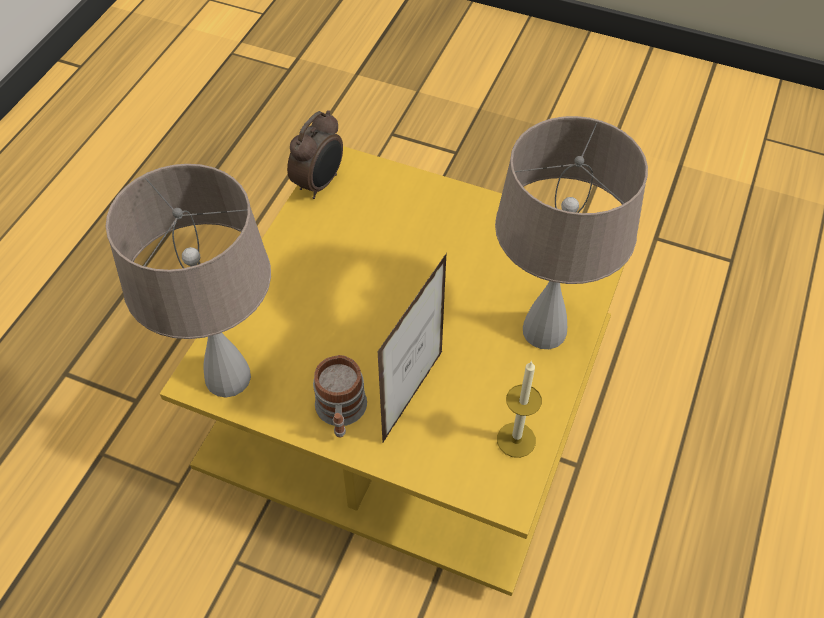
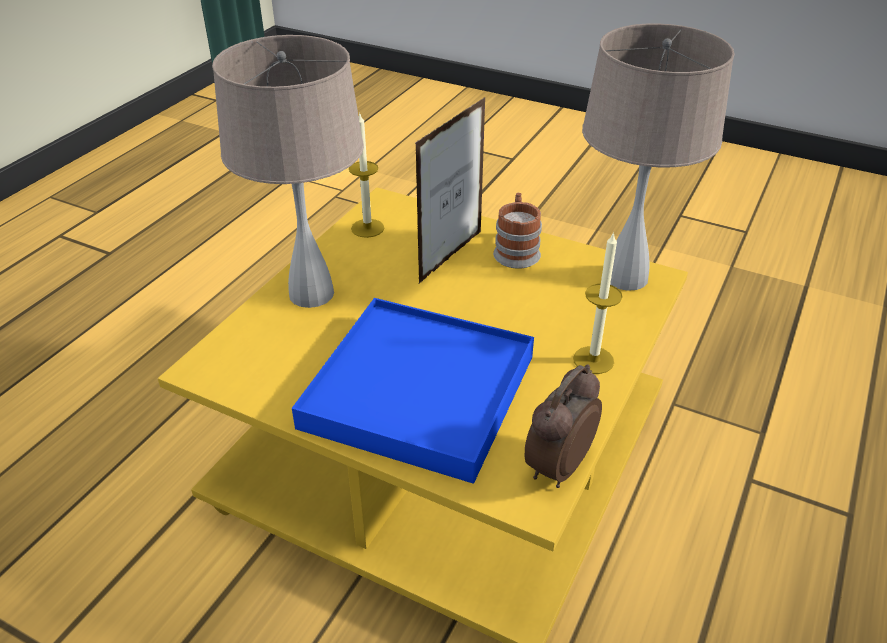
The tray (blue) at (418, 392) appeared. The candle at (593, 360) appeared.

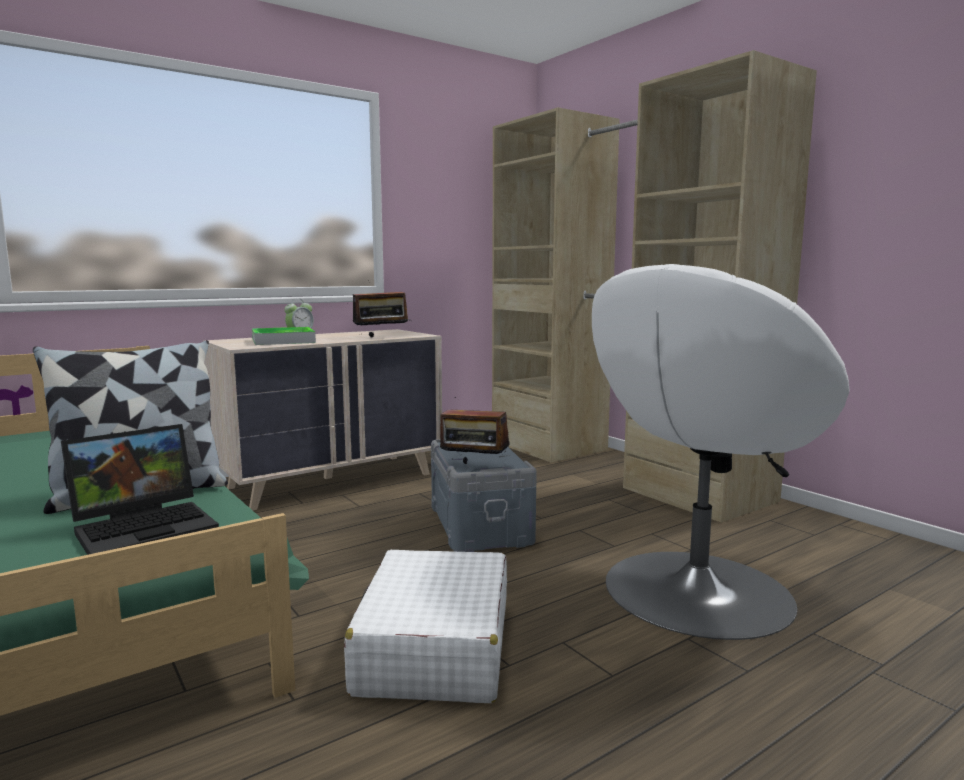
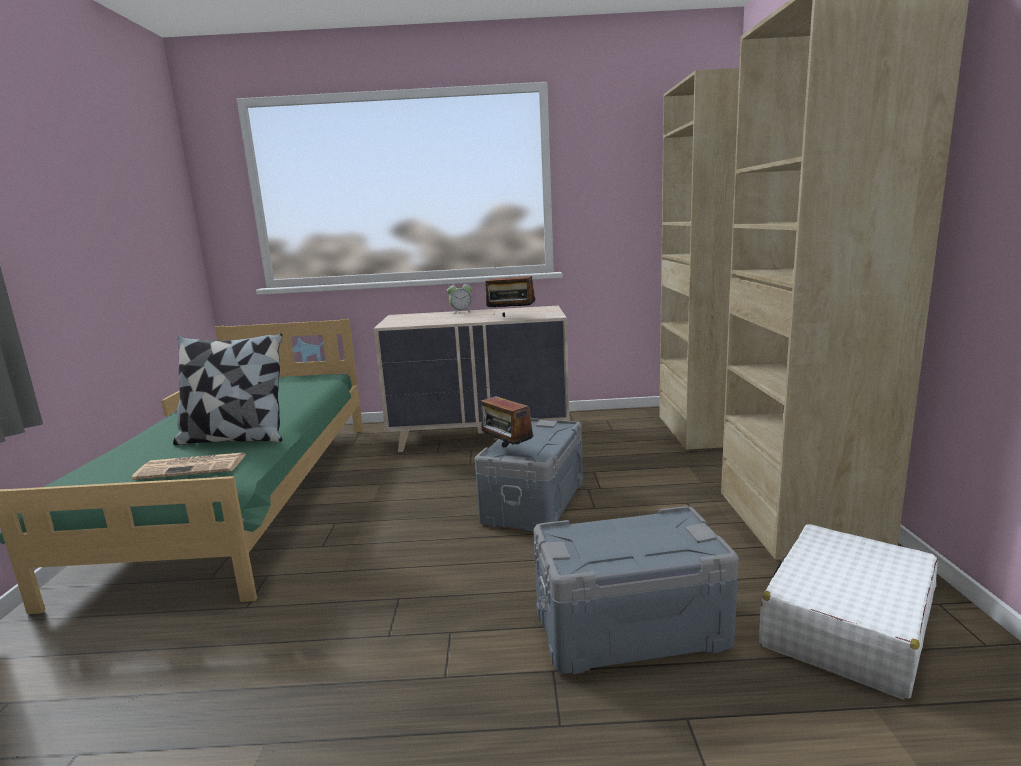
The tray at (283, 341) disappeared. The suitcase (white) moved from (434, 647) to (846, 626). The laptop at (147, 527) was replaced by the newspaper at (193, 467). The armchair (white) at (694, 591) was replaced by the storage box (grey) at (629, 626).

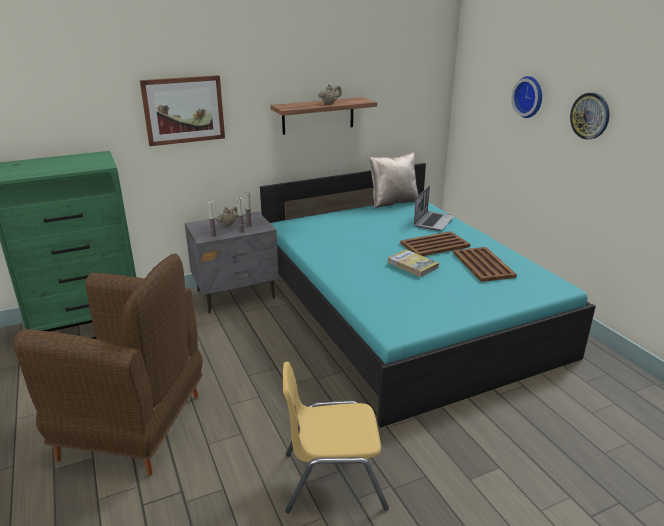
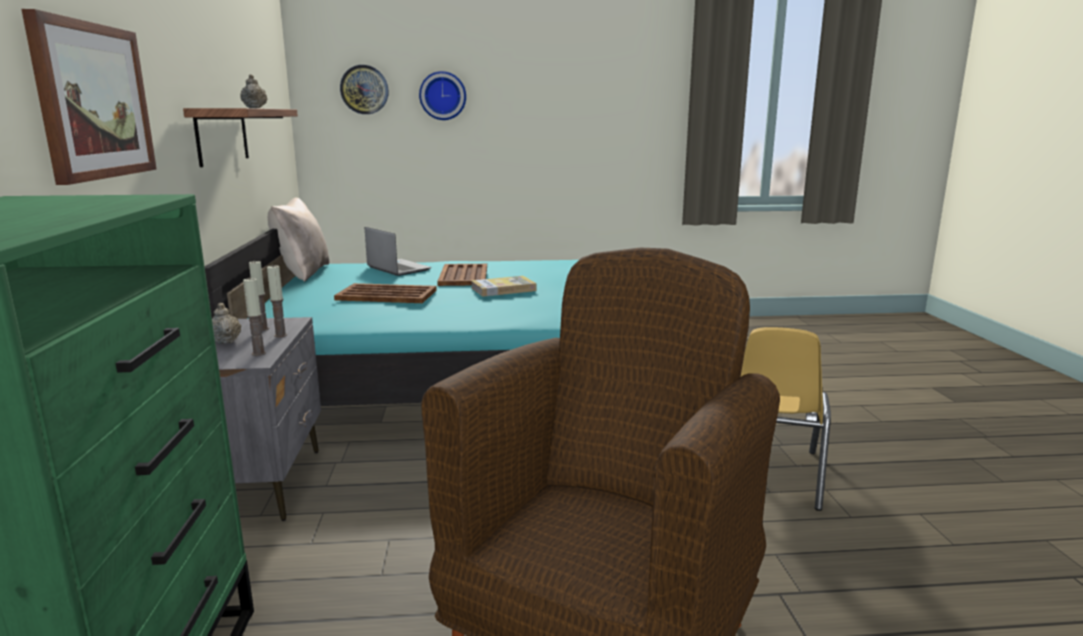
The tray (brown) moved from (483, 264) to (386, 295). The wall clock moved from (590, 116) to (364, 89).

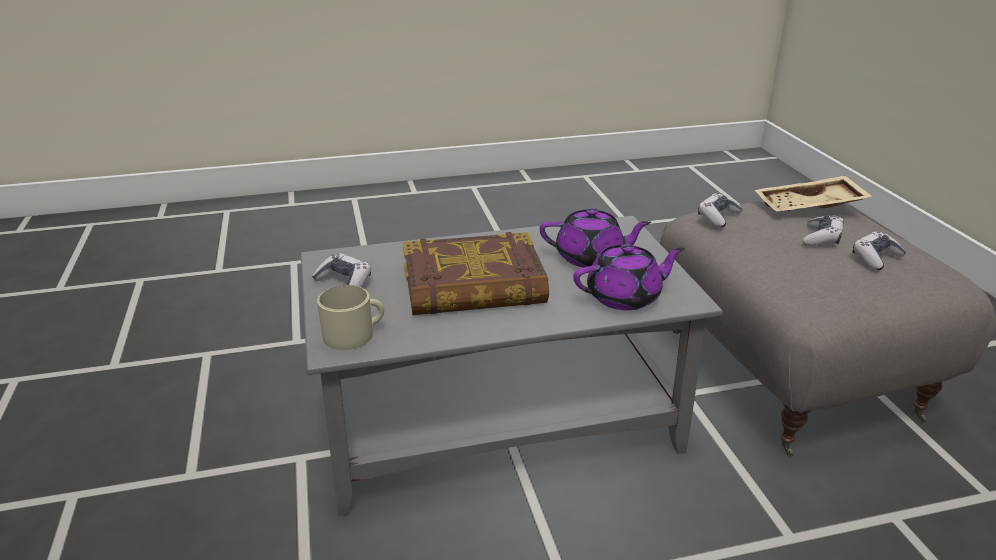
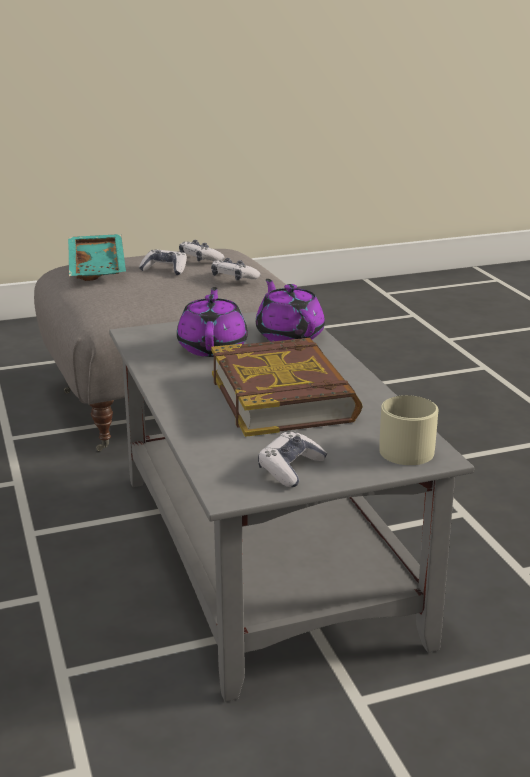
The game controller moved from (718, 217) to (234, 278). The tray (beige) at (809, 207) became the tray (turquoise) at (99, 267).

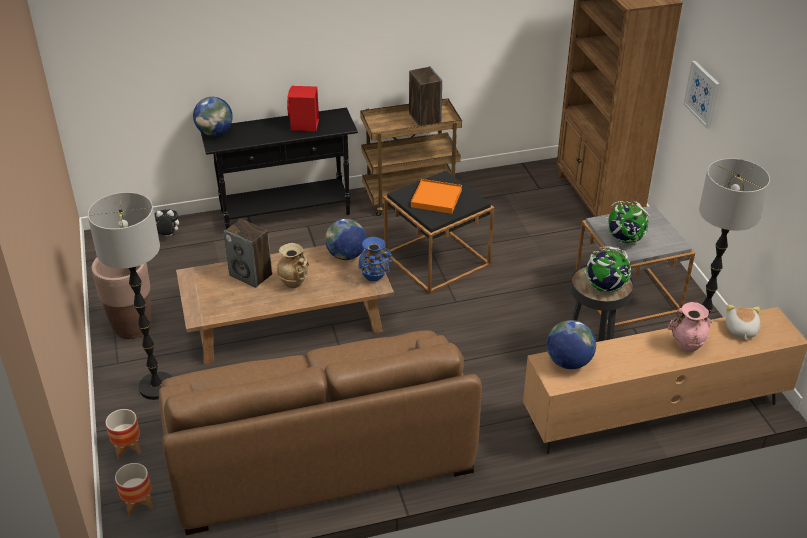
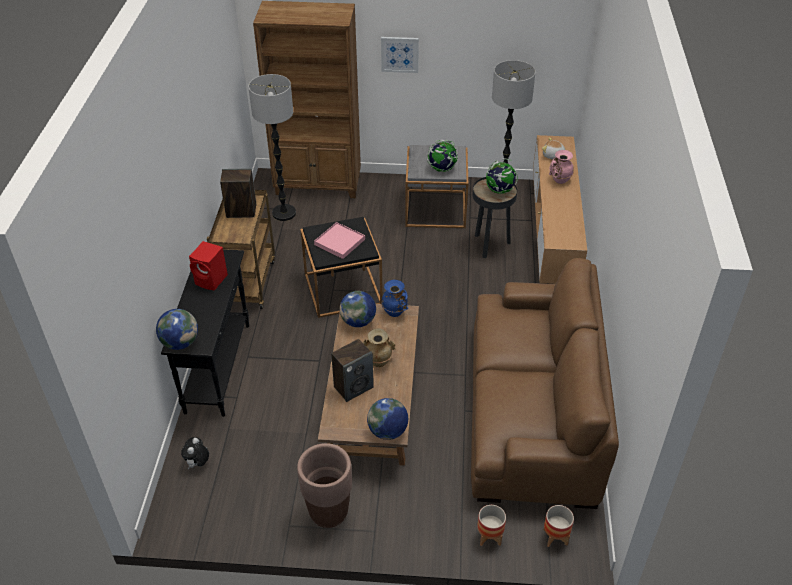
The floor lamp moved from (156, 387) to (284, 213). The globe moved from (568, 362) to (387, 431). The tray (orange) at (436, 198) became the tray (pink) at (339, 242).

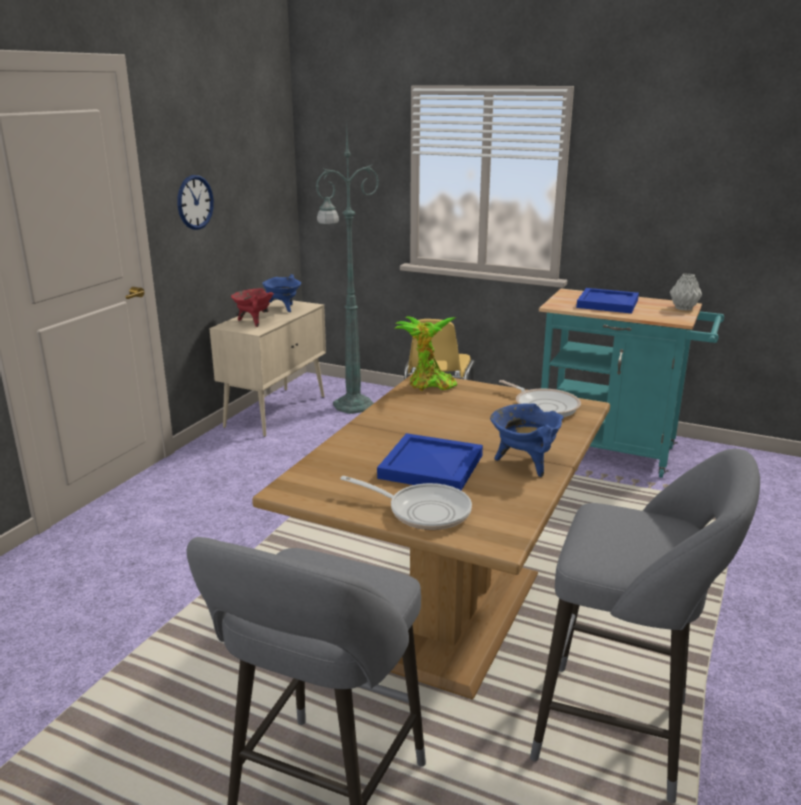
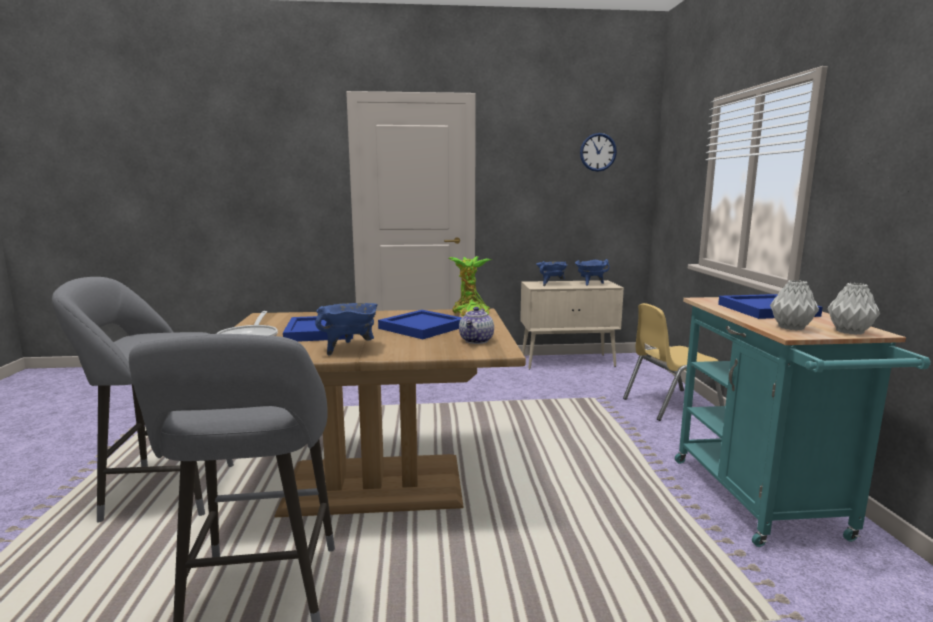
The floor lamp (green) at (351, 406) disappeared. The tray (blue) at (423, 327) appeared. The vase (grey) at (791, 328) appeared. The wall clock moved from (195, 202) to (598, 152). The frying pan at (544, 406) was replaced by the teapot at (477, 341). The cooking pot (red) at (253, 322) became the cooking pot (blue) at (551, 284).

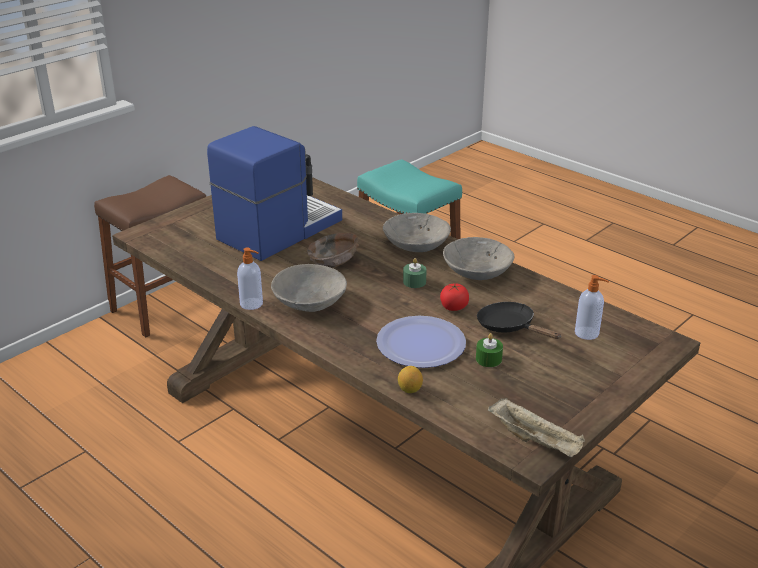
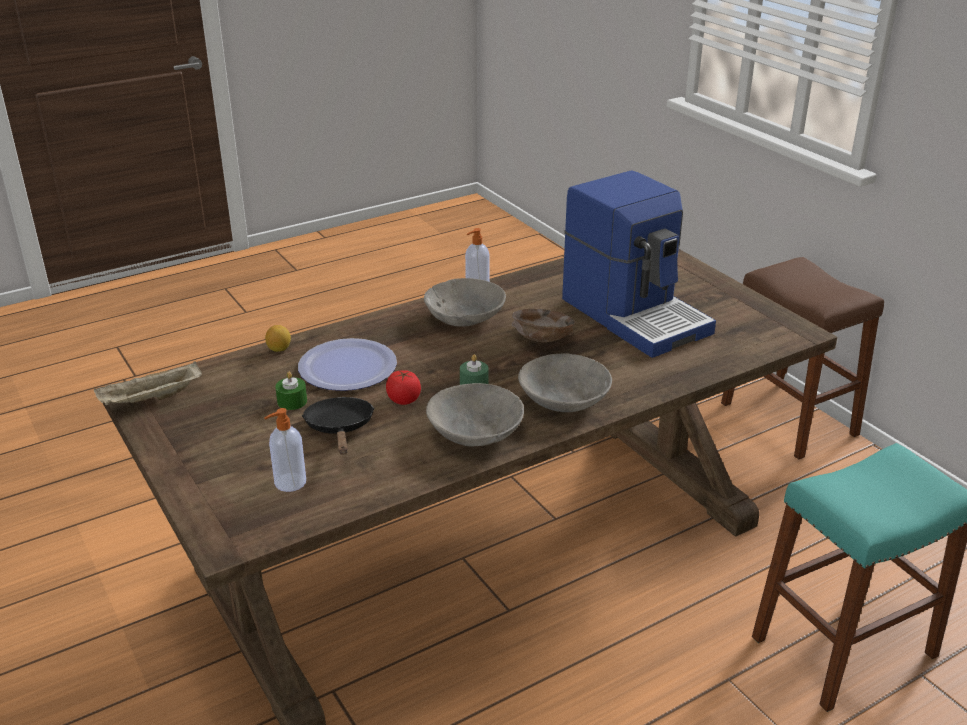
The frying pan (black) at (510, 327) turned 75 degrees counterclockwise.

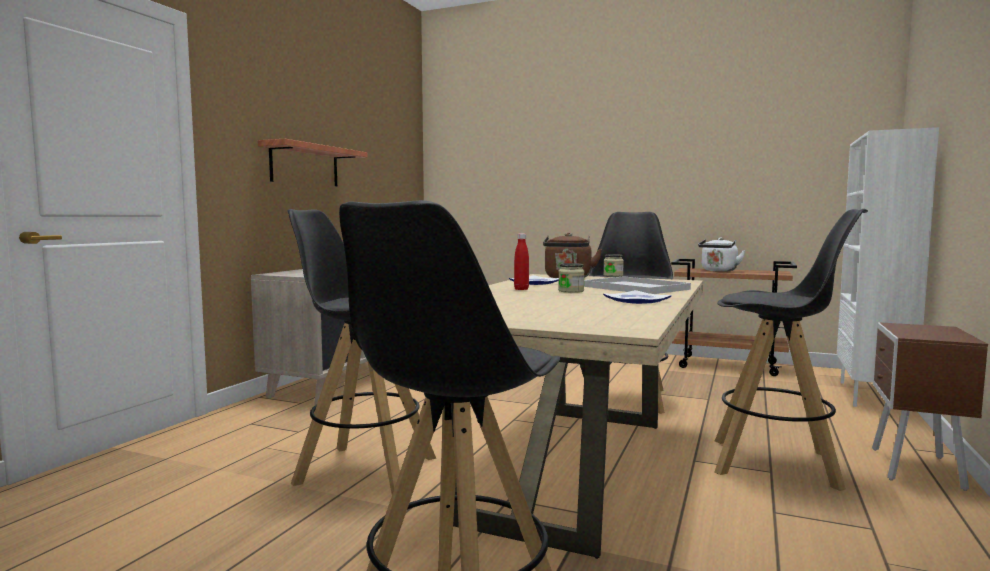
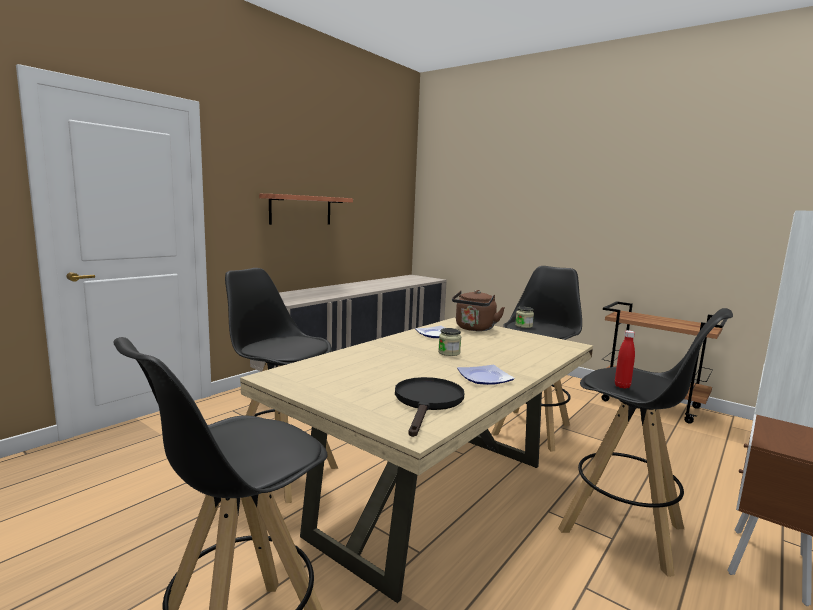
The tray (white) at (633, 287) disappeared. The kettle (white) at (718, 271) disappeared. The frying pan (black) at (427, 402) appeared. The bottle (red) moved from (521, 289) to (622, 386).

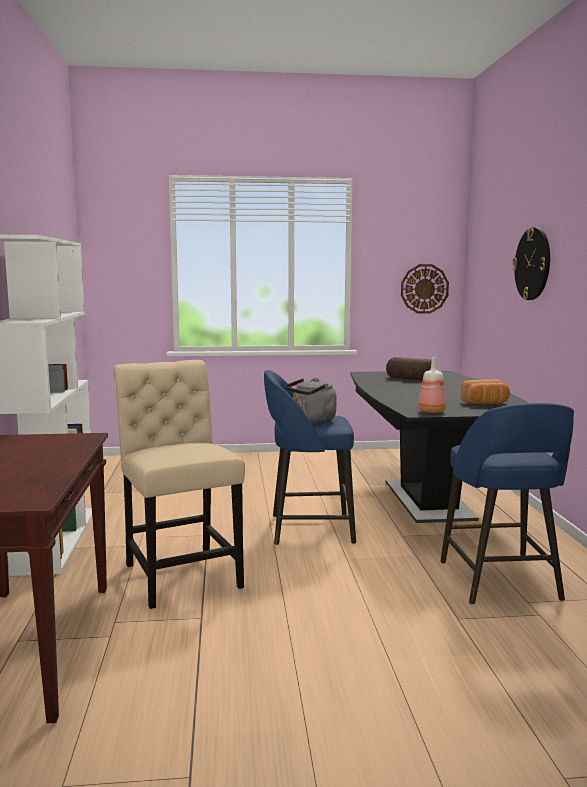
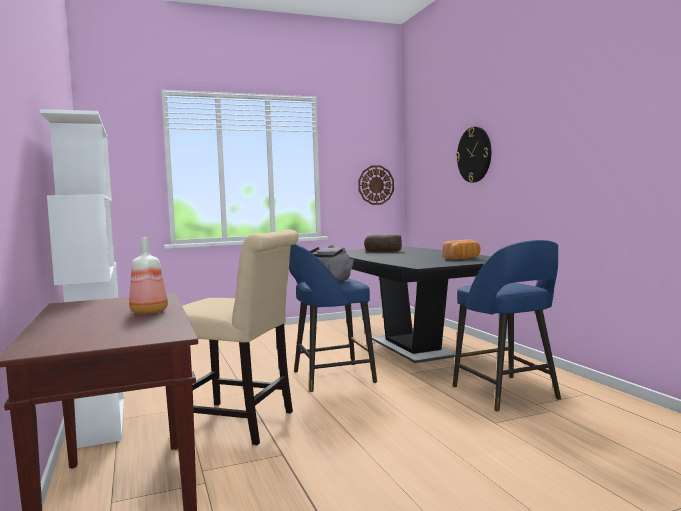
The bottle moved from (431, 411) to (148, 312). The chair (beige) at (180, 573) turned 150 degrees clockwise.

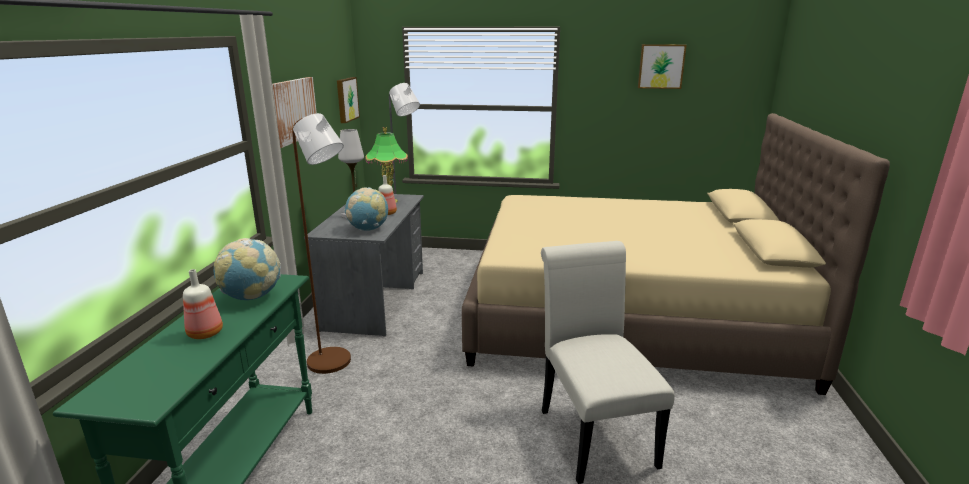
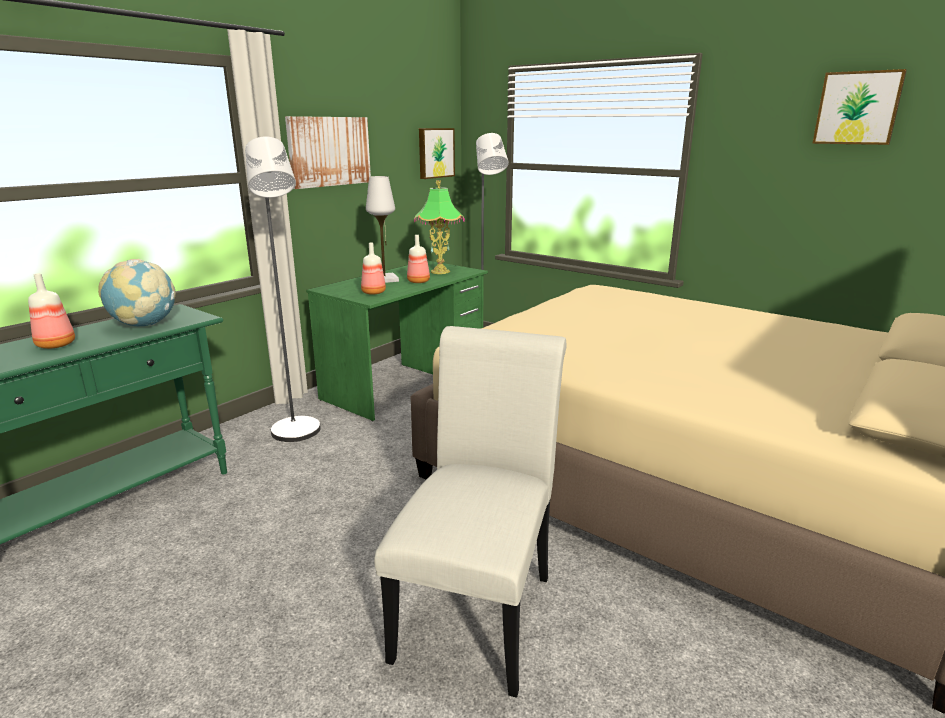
The globe at (368, 229) was replaced by the bottle at (373, 293). The floor lamp (brown) at (335, 364) became the floor lamp (grey) at (297, 434). The desk (grey) at (376, 299) became the desk (green) at (406, 383).

